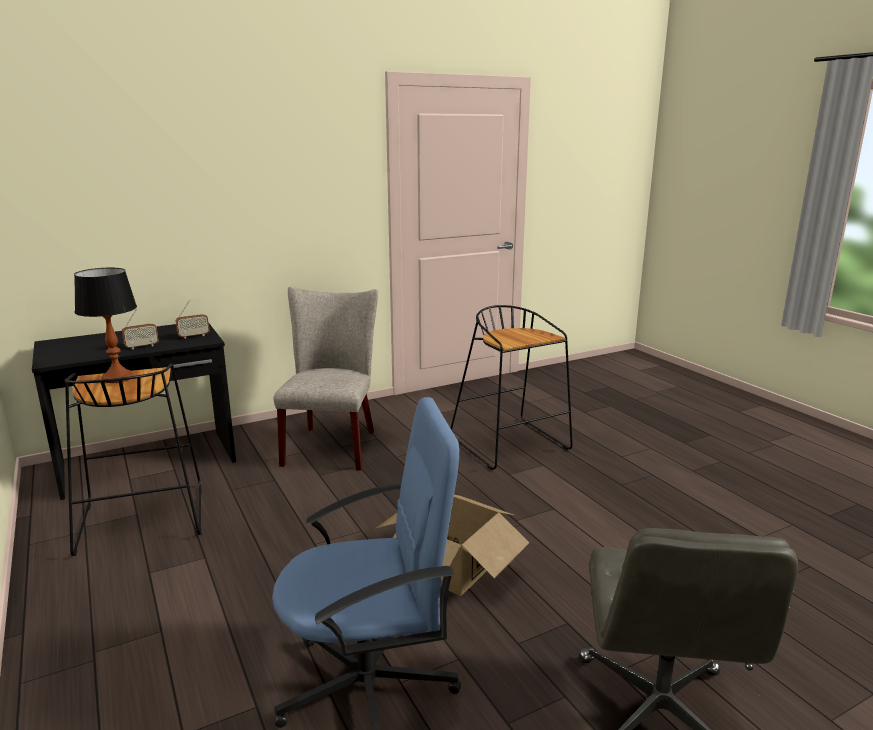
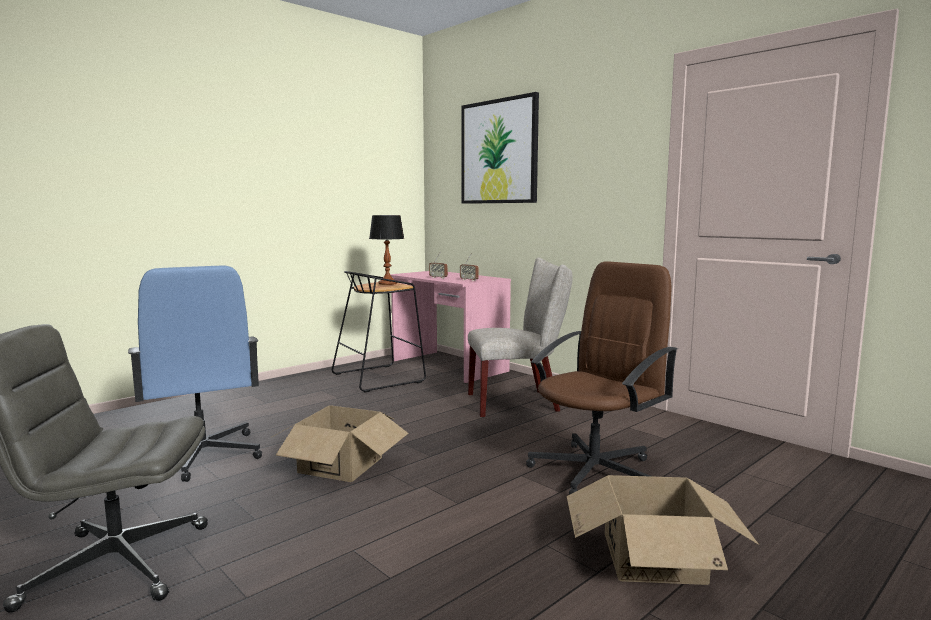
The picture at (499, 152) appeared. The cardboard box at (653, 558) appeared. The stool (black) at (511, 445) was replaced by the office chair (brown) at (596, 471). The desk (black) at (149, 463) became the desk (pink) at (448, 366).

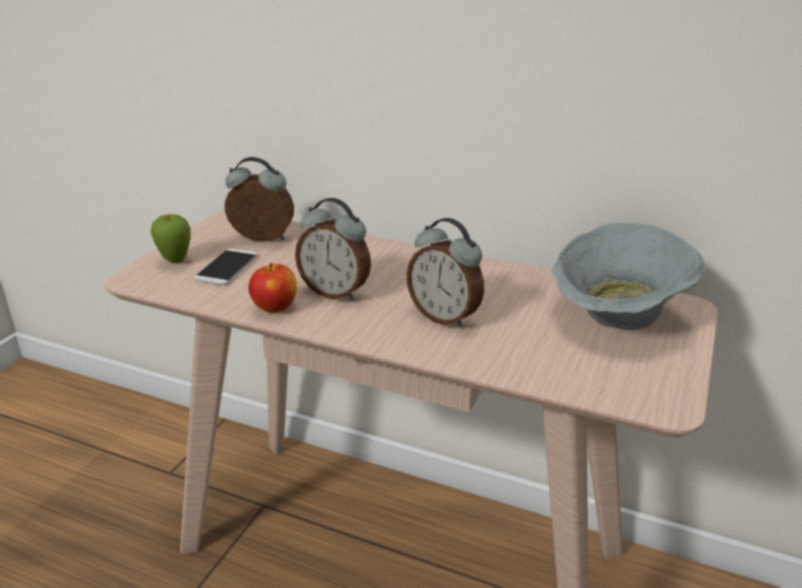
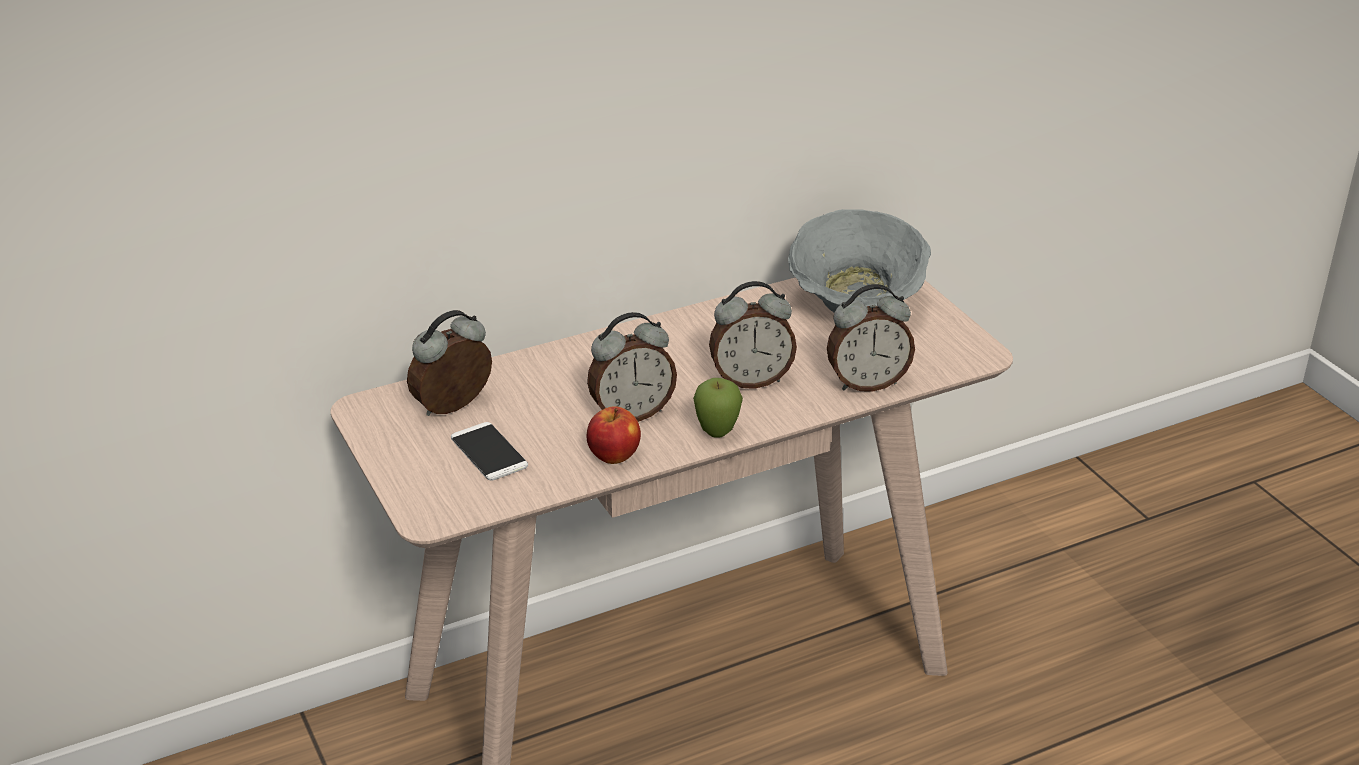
The alarm clock at (867, 383) appeared. The apple moved from (175, 261) to (717, 434).

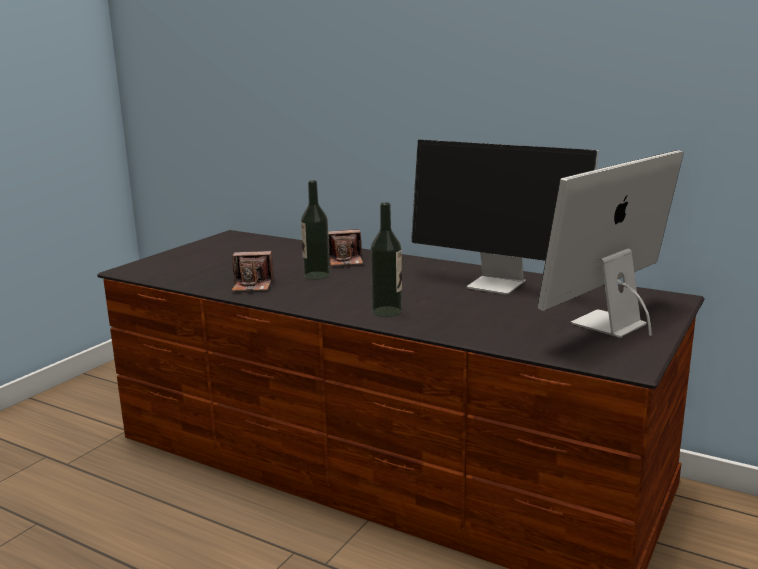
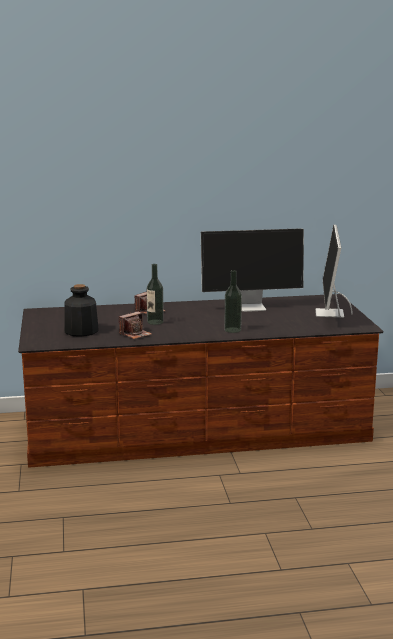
The bottle at (81, 331) appeared.

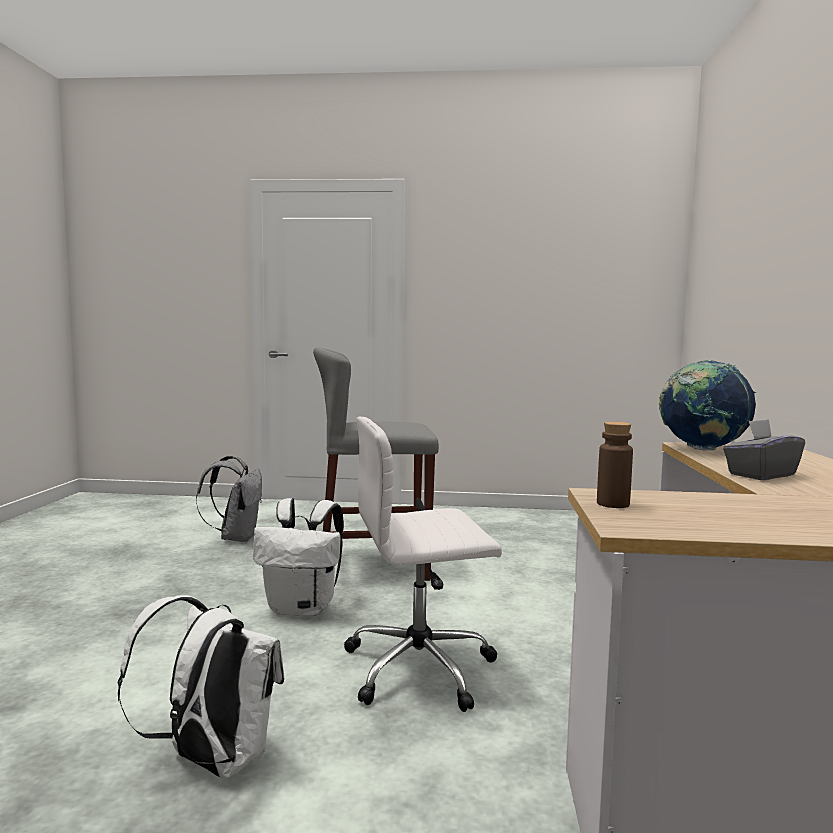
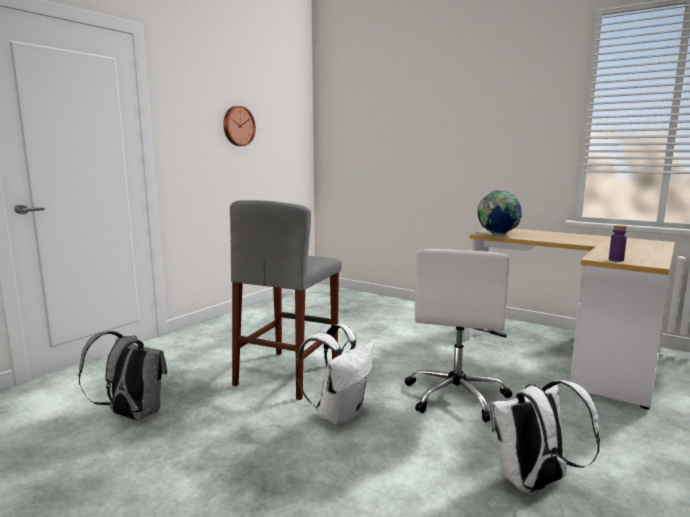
The tissue box (grey) at (760, 475) disappeared. The wall clock at (238, 126) appeared. The bottle (brown) at (613, 504) became the bottle (purple) at (616, 260).

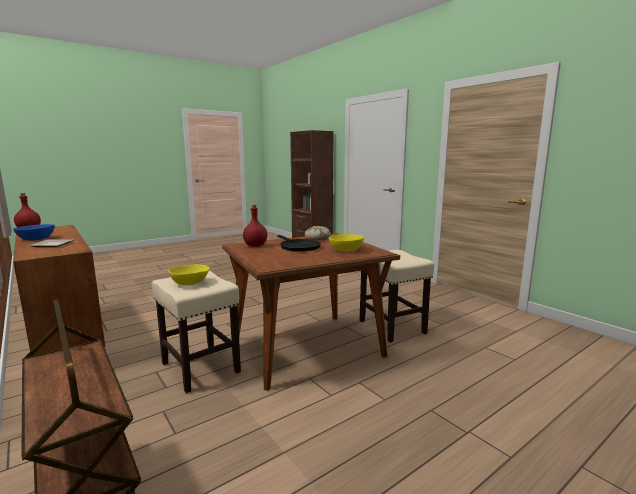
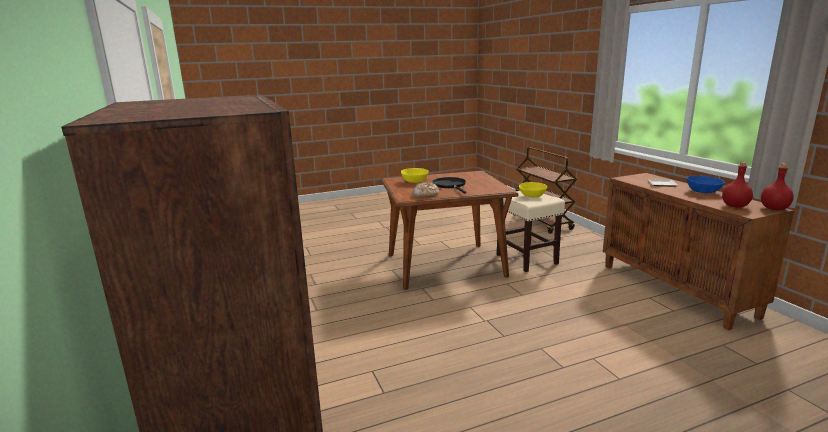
The stool (beige) at (392, 327) disappeared. The bottle (red) moved from (255, 246) to (735, 206).

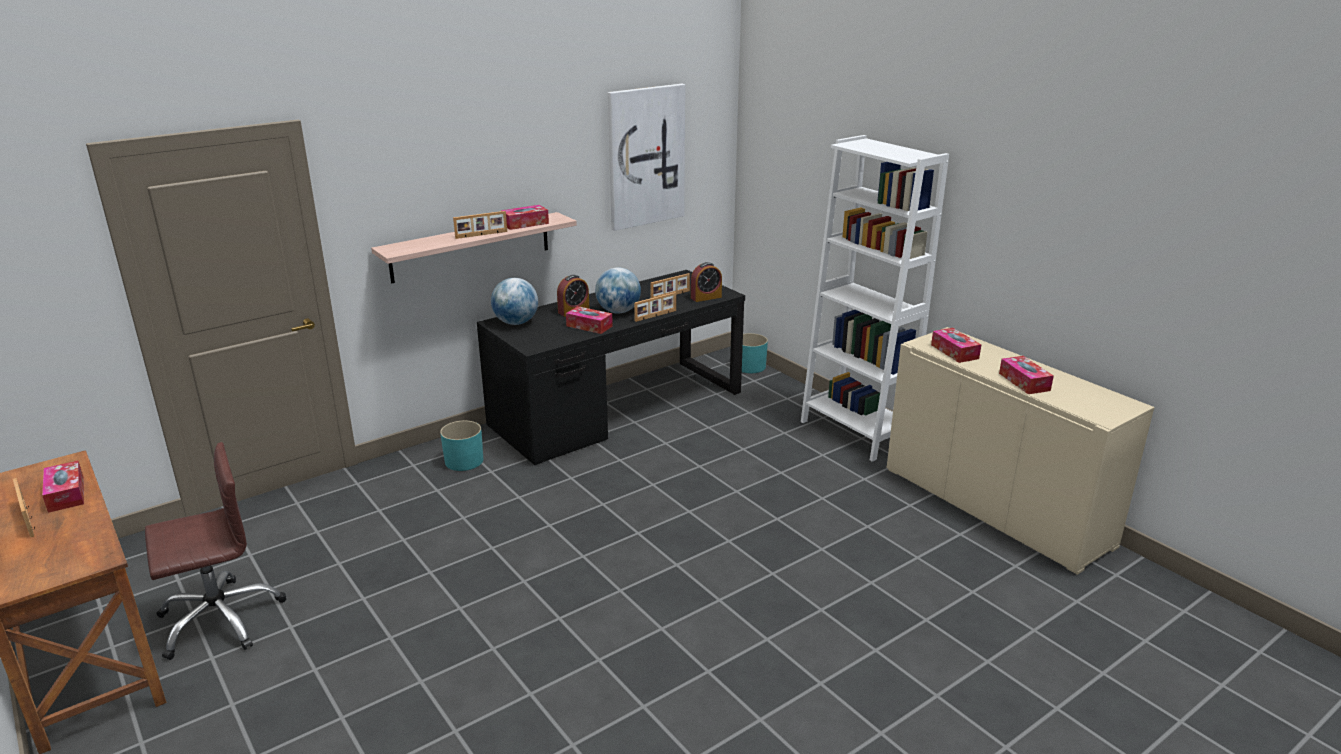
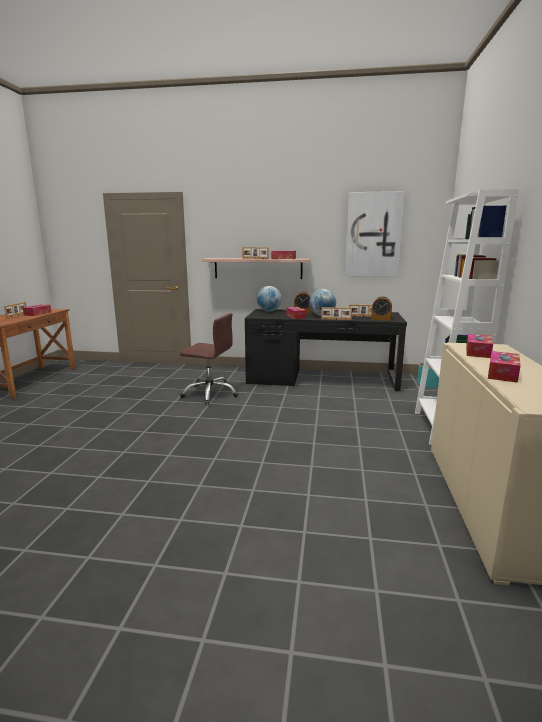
The planter (turquoise) at (464, 461) disappeared. The office chair (brown) moved from (220, 619) to (210, 394).

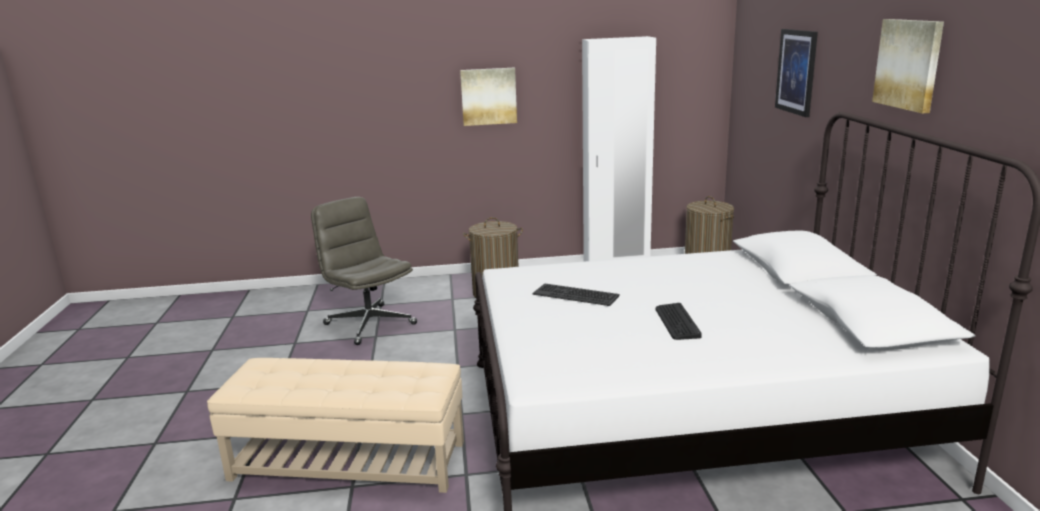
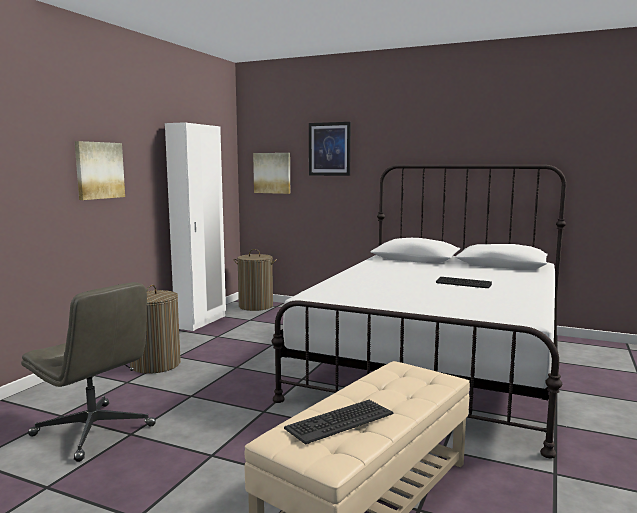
The keyboard moved from (576, 295) to (339, 421). The picture moved from (909, 64) to (272, 173). The office chair (grey) at (369, 324) turned 135 degrees counterclockwise.

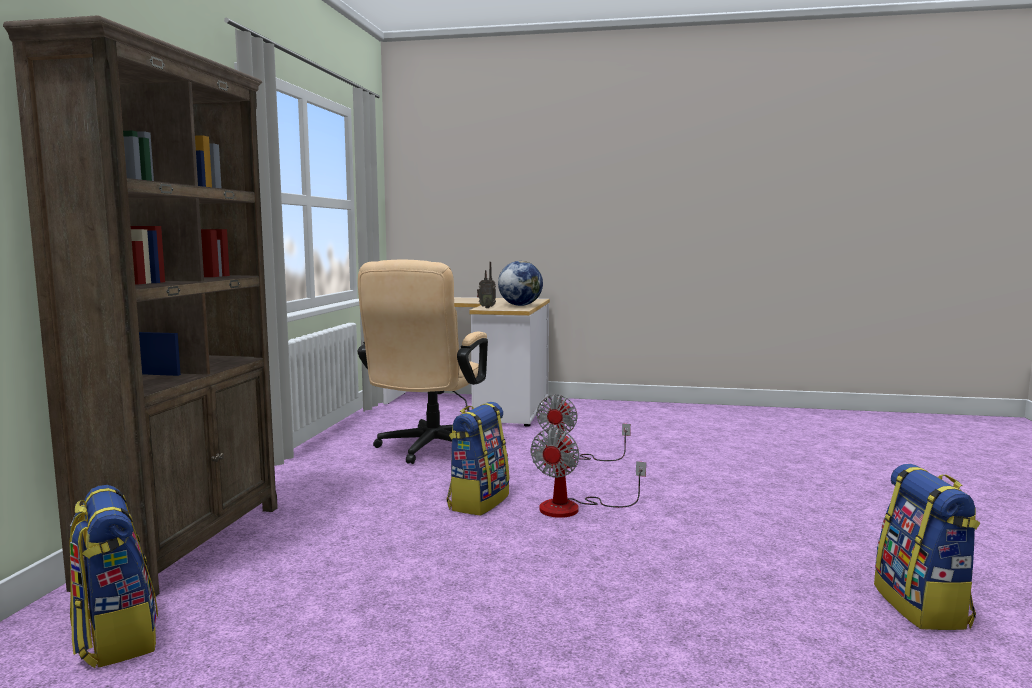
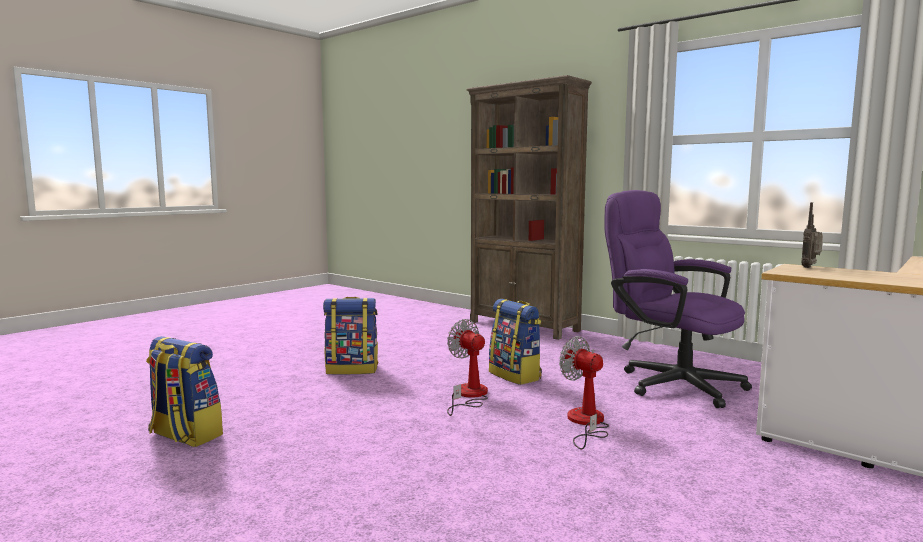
The globe at (520, 305) disappeared. The backpack moved from (115, 638) to (352, 369). The office chair (beige) at (427, 449) became the office chair (purple) at (670, 382).

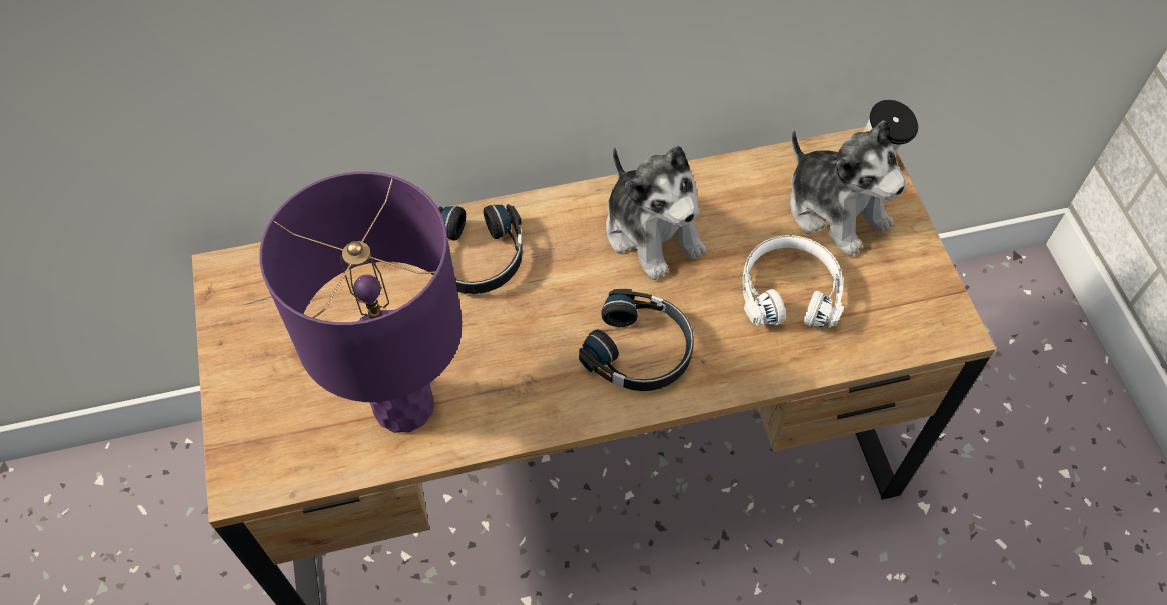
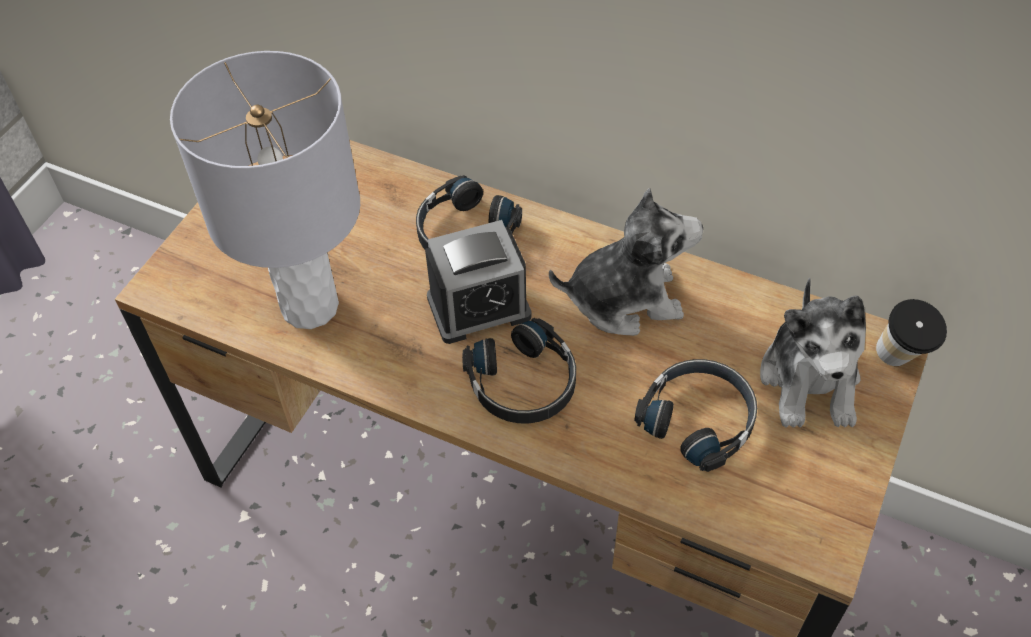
The alarm clock at (479, 307) appeared. The table lamp (purple) at (402, 405) became the table lamp (grey) at (309, 306). The headphones (white) at (789, 290) became the headphones (black) at (699, 419). The plush toy at (652, 232) turned 105 degrees counterclockwise.

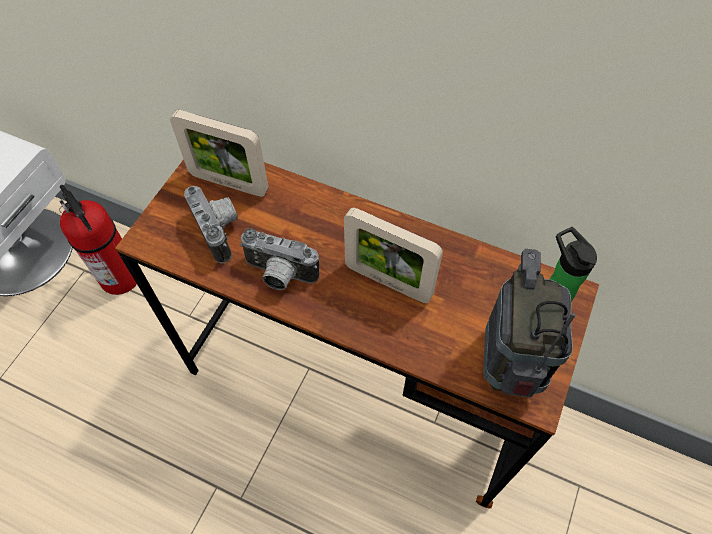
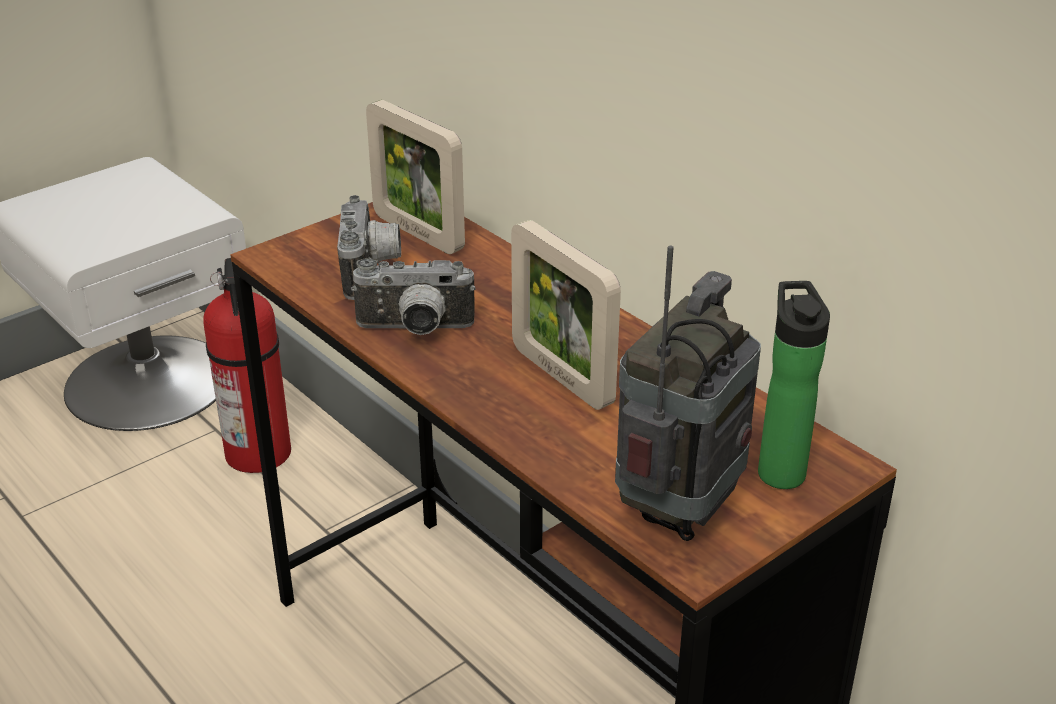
The photo camera at (279, 275) turned 45 degrees counterclockwise.

